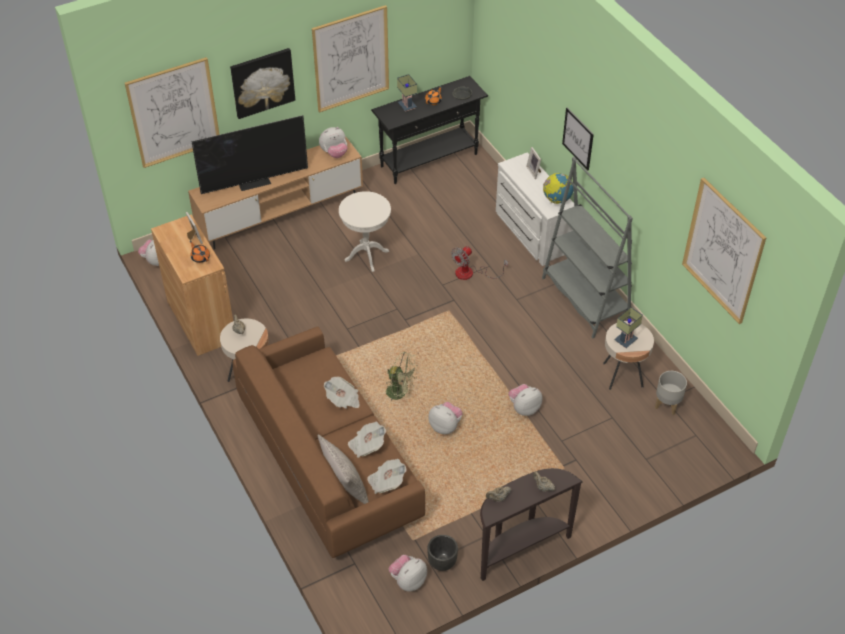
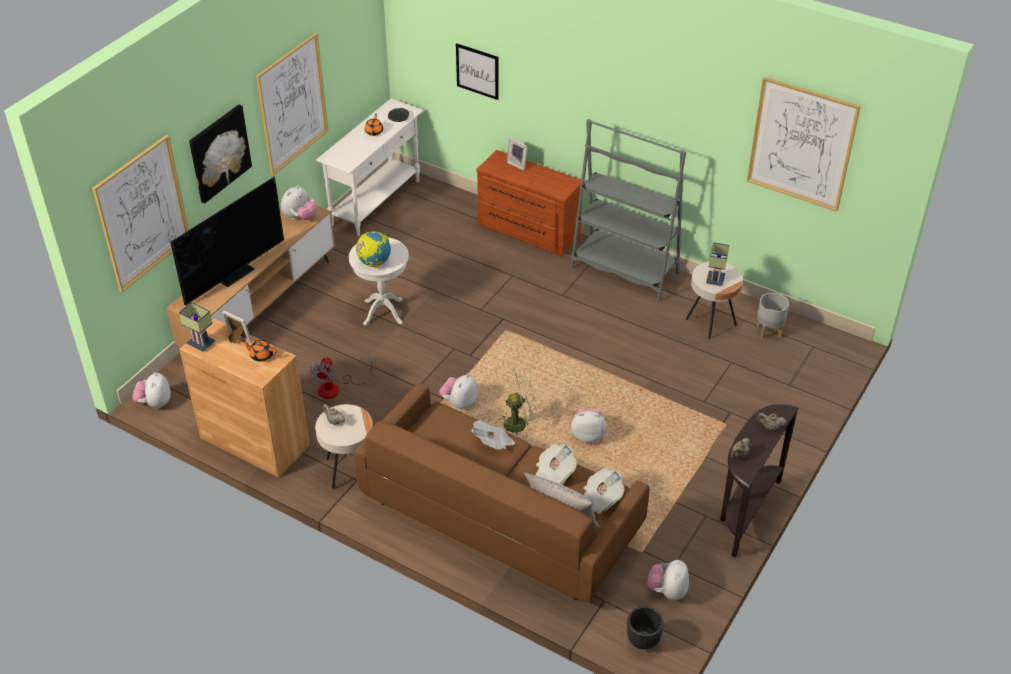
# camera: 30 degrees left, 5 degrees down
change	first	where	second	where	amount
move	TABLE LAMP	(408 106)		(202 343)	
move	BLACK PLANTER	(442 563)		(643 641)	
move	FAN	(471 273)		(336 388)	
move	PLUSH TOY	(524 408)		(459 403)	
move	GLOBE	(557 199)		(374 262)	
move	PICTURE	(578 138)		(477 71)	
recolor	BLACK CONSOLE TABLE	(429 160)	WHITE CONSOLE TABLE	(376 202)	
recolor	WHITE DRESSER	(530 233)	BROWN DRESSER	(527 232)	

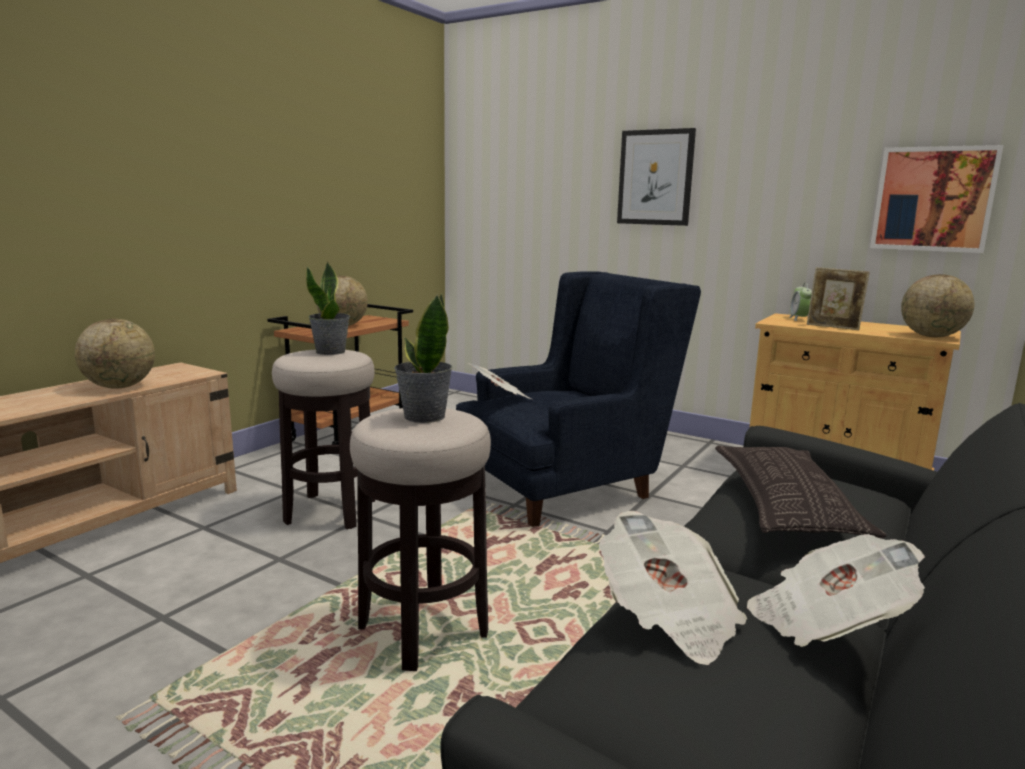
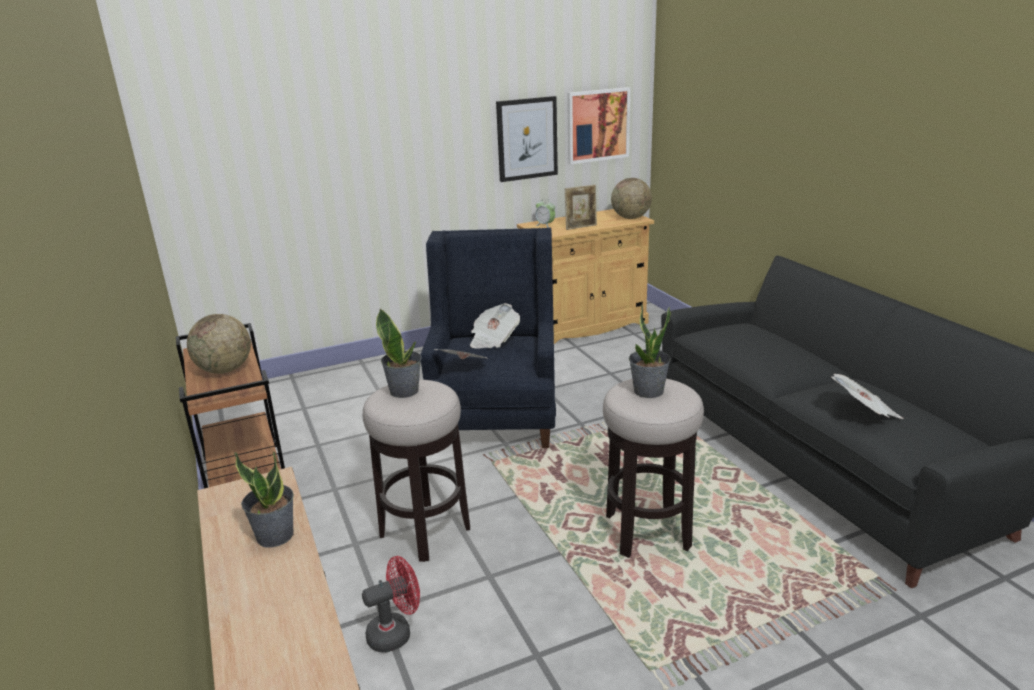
# camera: 55 degrees left, 10 degrees up
change	first	where	second	where	amount
delete	PILLOW	(785 503)			
insert			RED FAN	(396 632)	
move	PICTURE	(655 177)		(527 139)	
move	NEWSPAPER	(826 622)		(493 340)	
replace	GLOBE	(119 387)	POTTED PLANT	(275 535)	

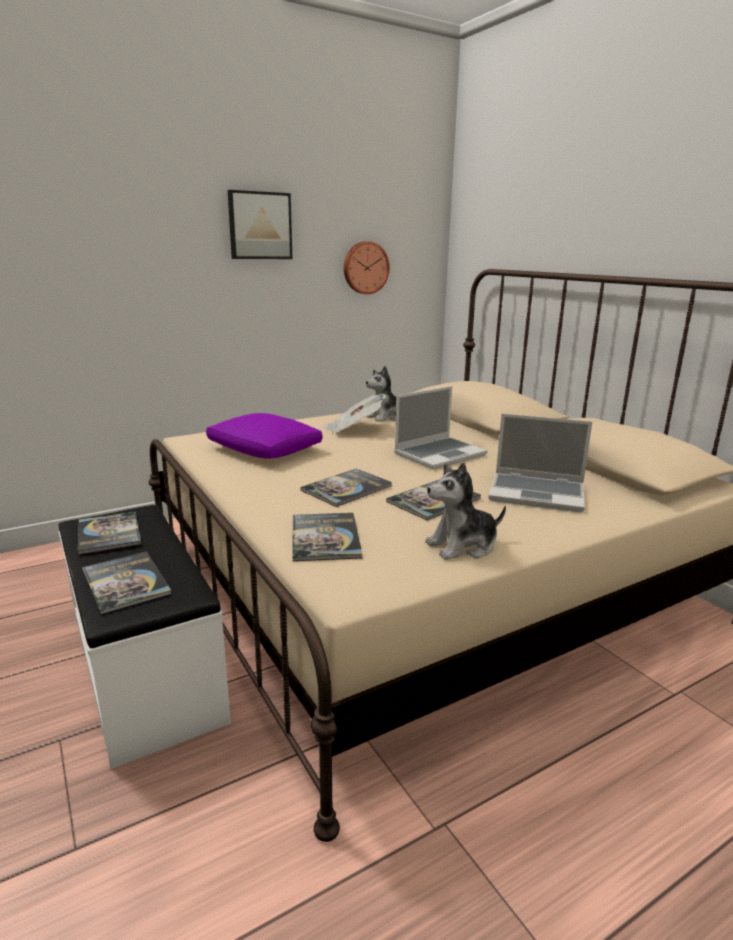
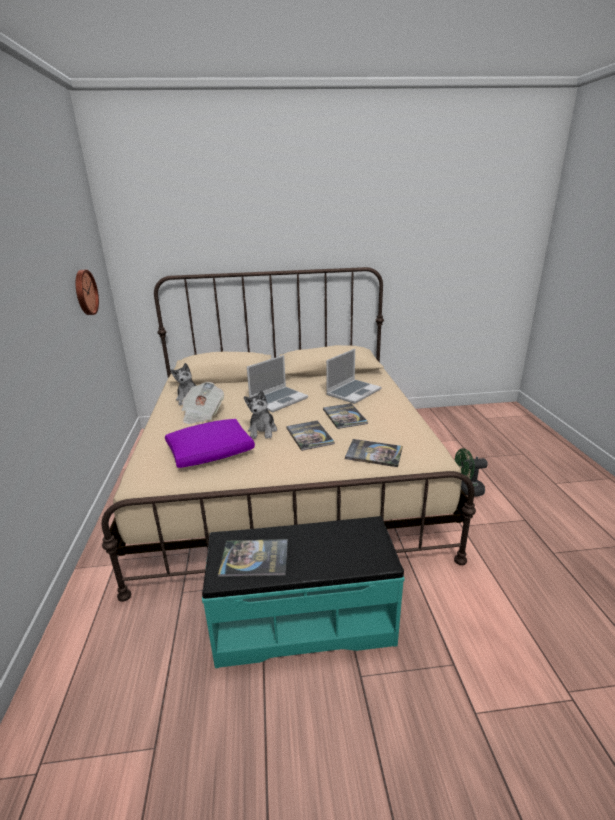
# camera: 65 degrees left, 5 degrees up
change	first	where	second	where	amount
delete	BOOK	(125 583)			
delete	PICTURE	(259 226)			
insert			GREEN FAN	(467 490)	
move	PLUSH TOY	(462 546)		(262 431)	
recolor	WHITE BENCH	(147 668)	TURQUOISE BENCH	(303 621)	
rotate	LAPTOP	(440 454)		(278 400)	60 degrees clockwise

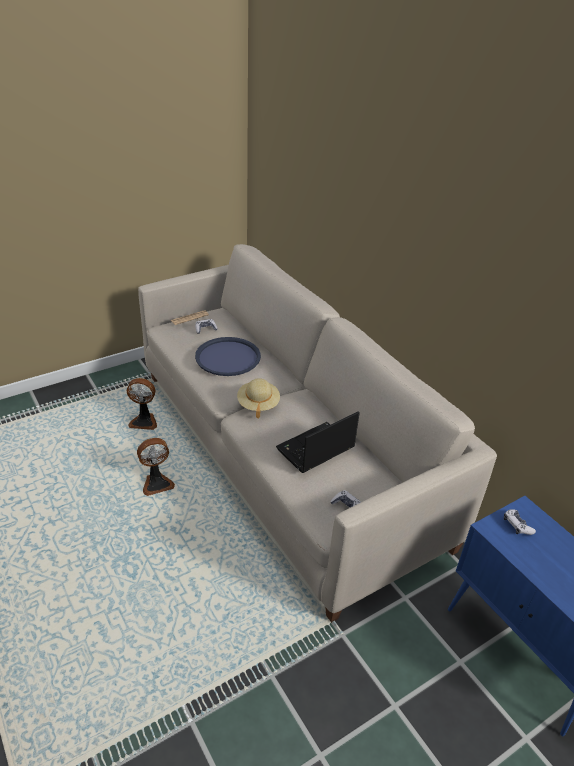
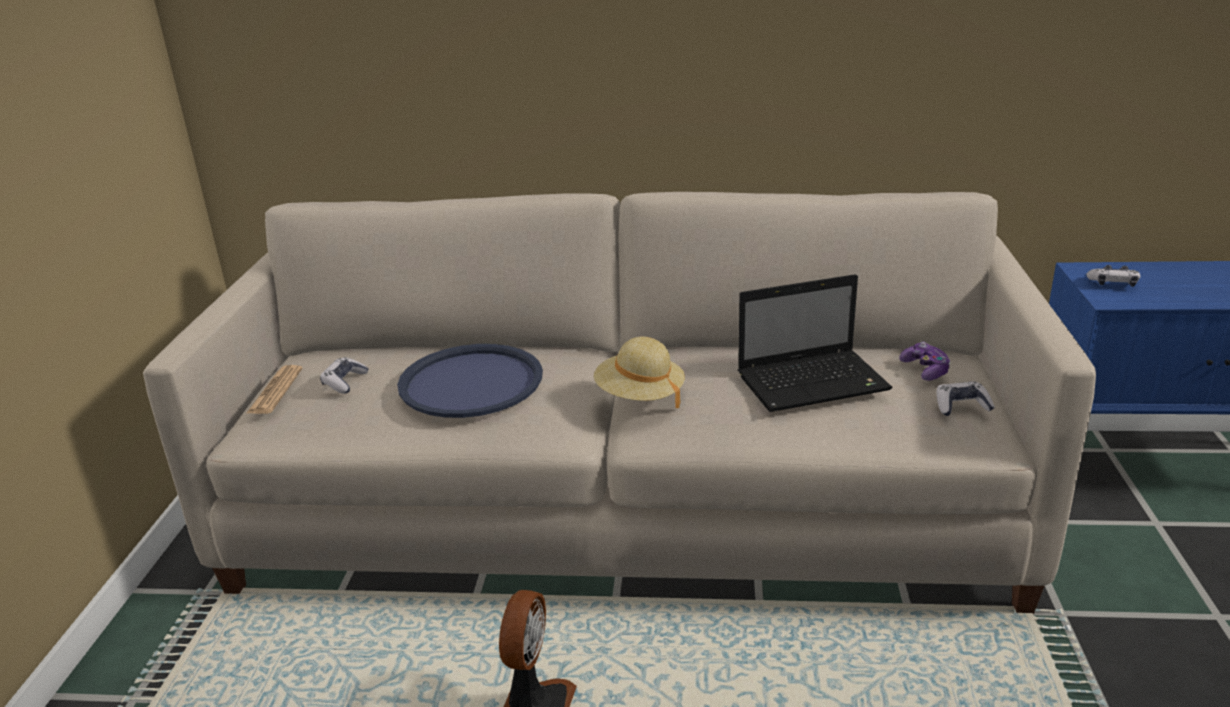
# camera: 50 degrees left, 10 degrees down
change	first	where	second	where	amount
delete	FAN	(144 421)			
insert			GAME CONTROLLER	(925 370)	
rotate	LAPTOP	(314 449)		(815 382)	105 degrees counterclockwise

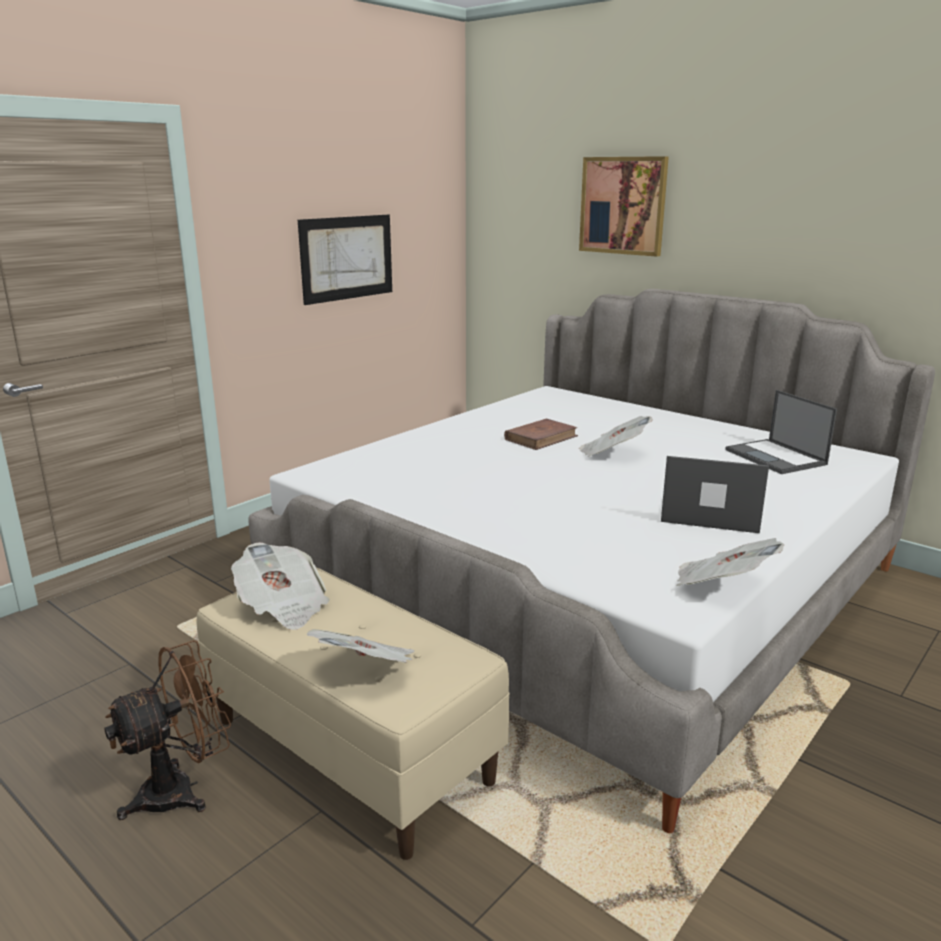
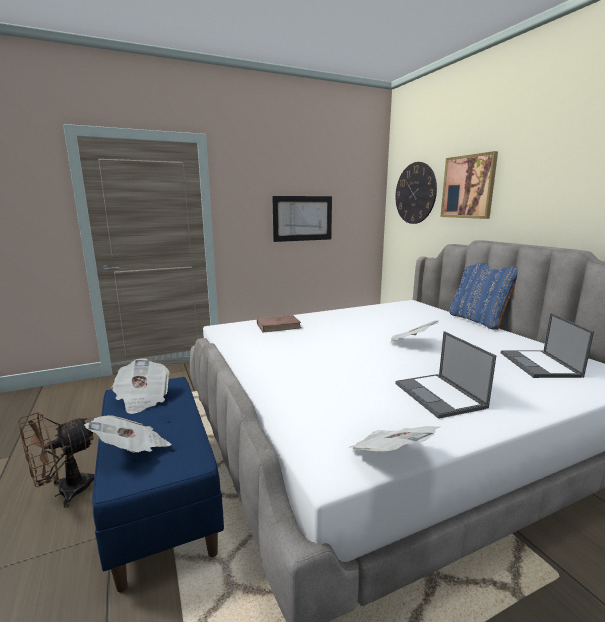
# camera: 25 degrees right, 5 degrees down
change	first	where	second	where	amount
insert			WALL CLOCK	(415 193)	
insert			BLUE PILLOW	(478 321)	
move	BROWN BOOK	(541 438)		(279 326)	
recolor	BEIGE BENCH	(353 750)	BLUE BENCH	(162 499)	
rotate	BROWN FAN	(182 790)		(65 492)	150 degrees clockwise
rotate	LAPTOP	(708 513)		(440 396)	150 degrees counterclockwise

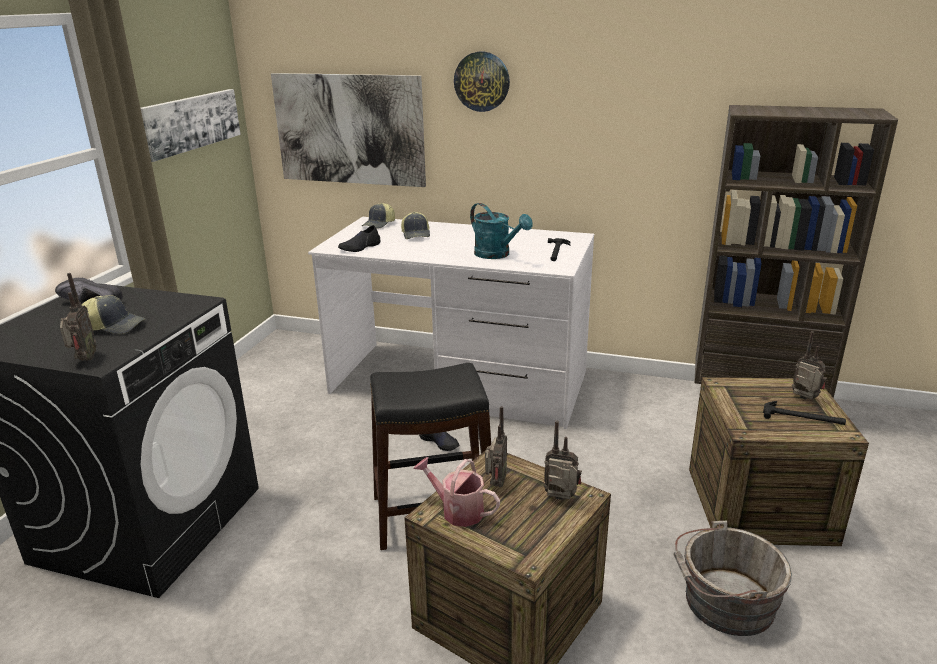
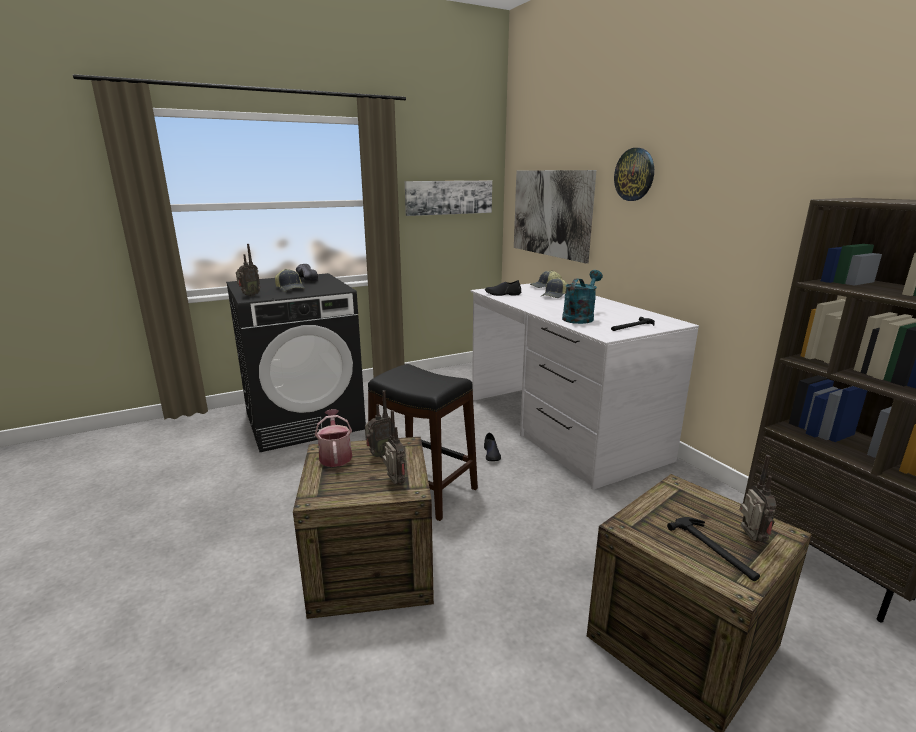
# camera: 45 degrees right, 5 degrees down
change	first	where	second	where	amount
delete	GREY BUCKET	(723 602)			
rotate	TURQUOISE WATERING CAN	(497 255)		(580 317)	150 degrees counterclockwise

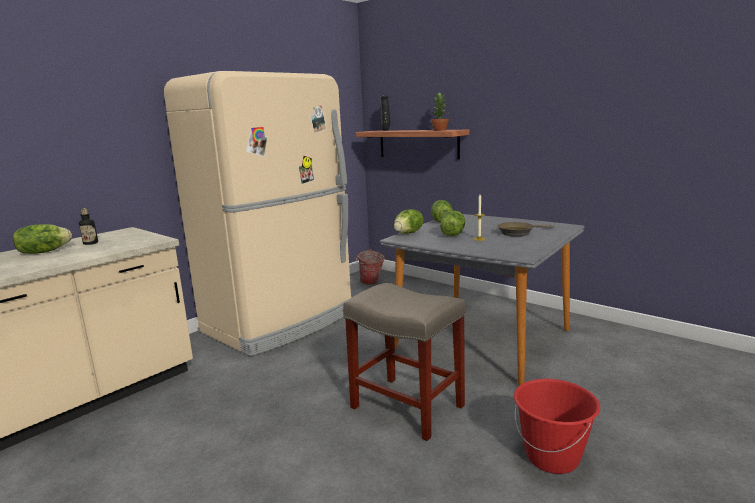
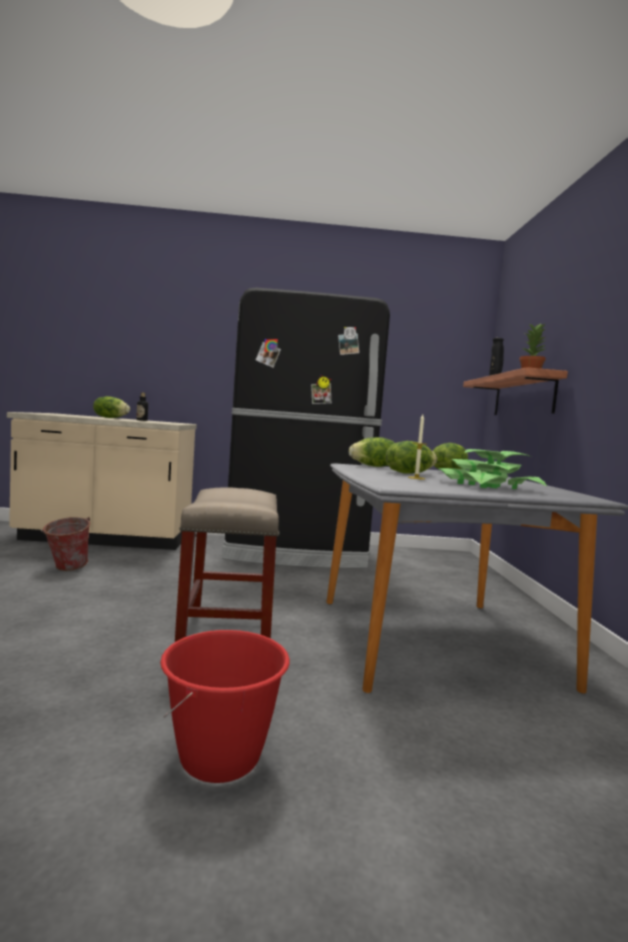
# camera: 45 degrees right, 10 degrees down
change	first	where	second	where	amount
move	BUCKET	(371 283)		(65 568)	
replace	BROWN FRYING PAN	(518 233)	POTTED PLANT	(487 486)	
recolor	BEIGE FRIDGE	(282 321)	BLACK FRIDGE	(296 552)	

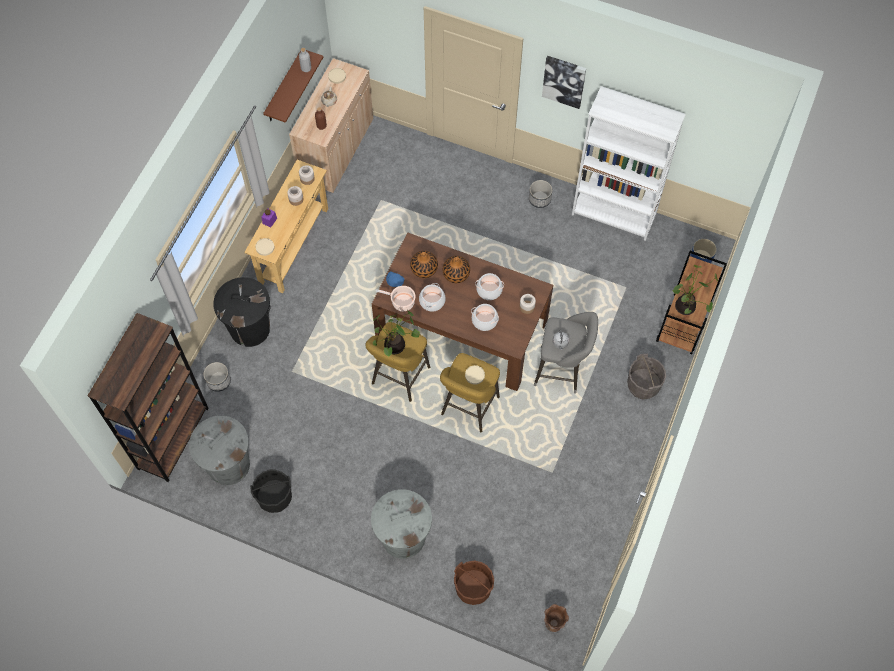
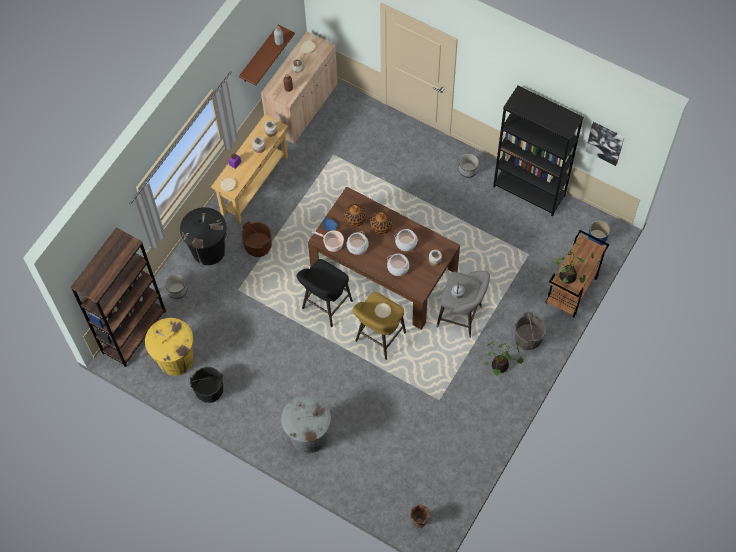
# camera: 10 degrees right, 0 degrees up
change	first	where	second	where	amount
move	POTTED PLANT	(395 347)		(500 367)	
move	BROWN BUCKET	(473 588)		(258 246)	
move	PICTURE	(564 81)		(605 142)	
recolor	GREY TRASH CAN	(228 465)	YELLOW TRASH CAN	(175 359)	
recolor	YELLOW STOOL	(399 378)	BLACK STOOL	(325 306)	
recolor	WHITE BOOKCASE	(614 215)	BLACK BOOKCASE	(529 191)	

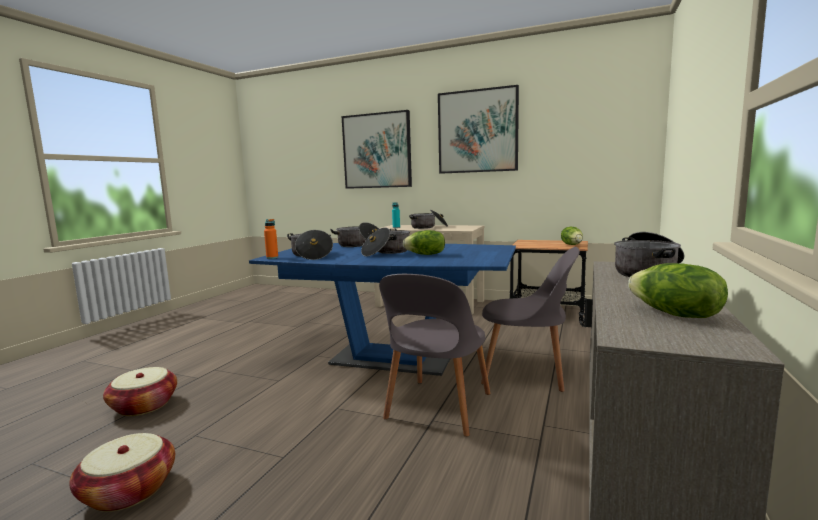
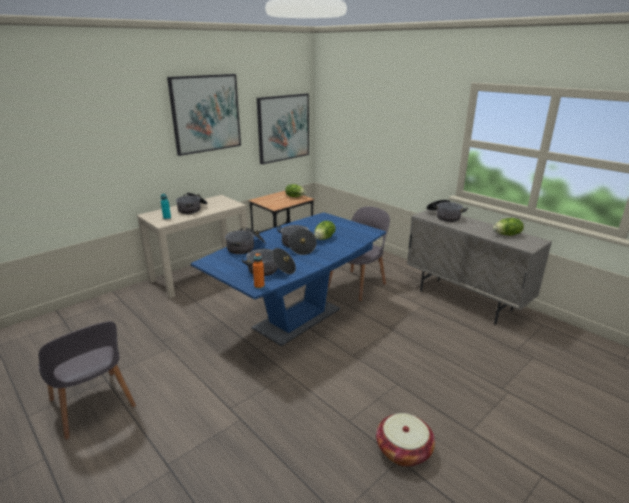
# camera: 65 degrees left, 15 degrees up
change	first	where	second	where	amount
delete	BASKET	(144 406)			
move	PICTURE	(377 151)		(283 128)	
move	GREY CHAIR	(437 408)		(93 406)	

